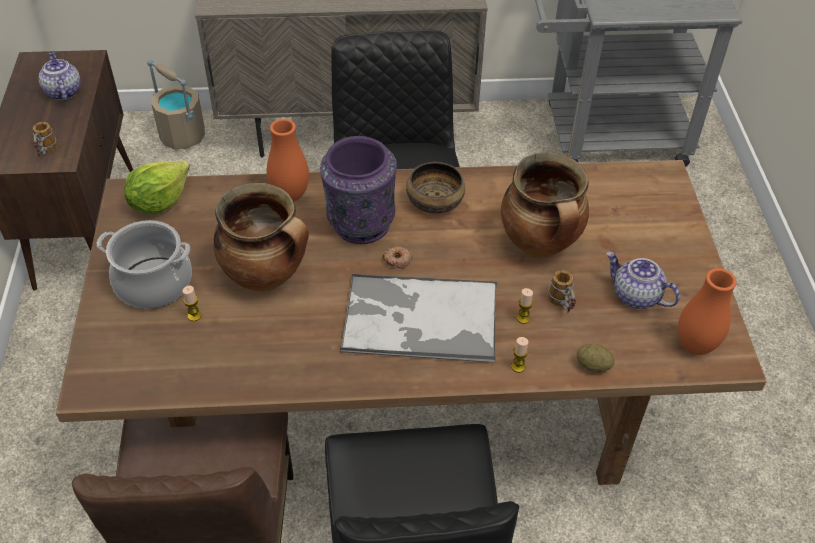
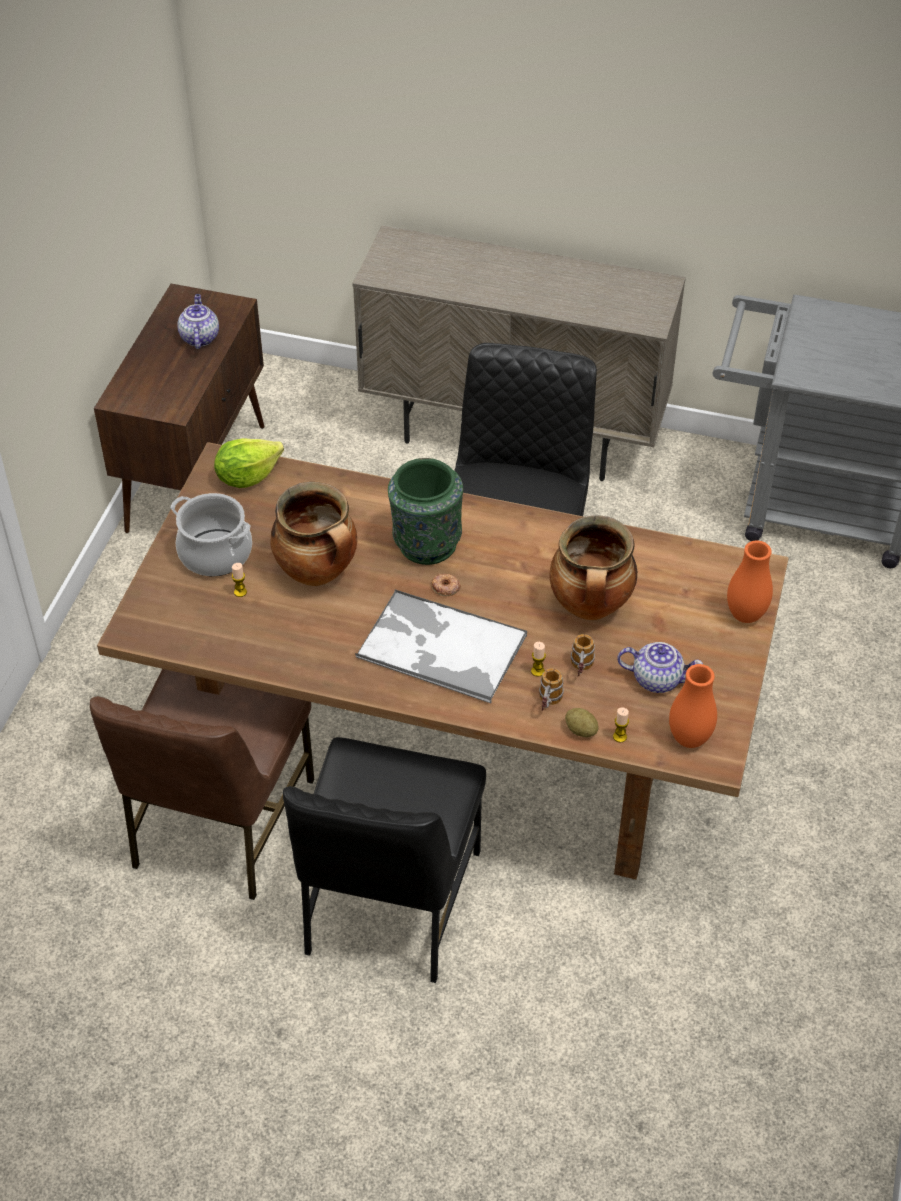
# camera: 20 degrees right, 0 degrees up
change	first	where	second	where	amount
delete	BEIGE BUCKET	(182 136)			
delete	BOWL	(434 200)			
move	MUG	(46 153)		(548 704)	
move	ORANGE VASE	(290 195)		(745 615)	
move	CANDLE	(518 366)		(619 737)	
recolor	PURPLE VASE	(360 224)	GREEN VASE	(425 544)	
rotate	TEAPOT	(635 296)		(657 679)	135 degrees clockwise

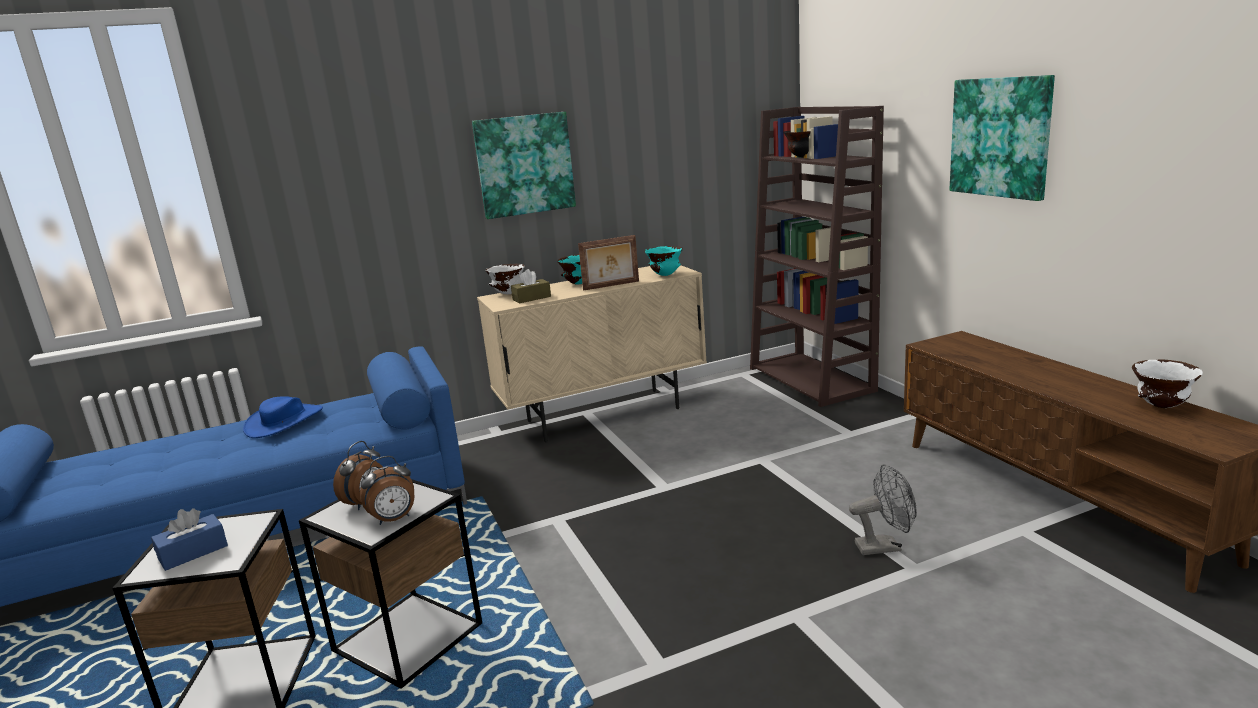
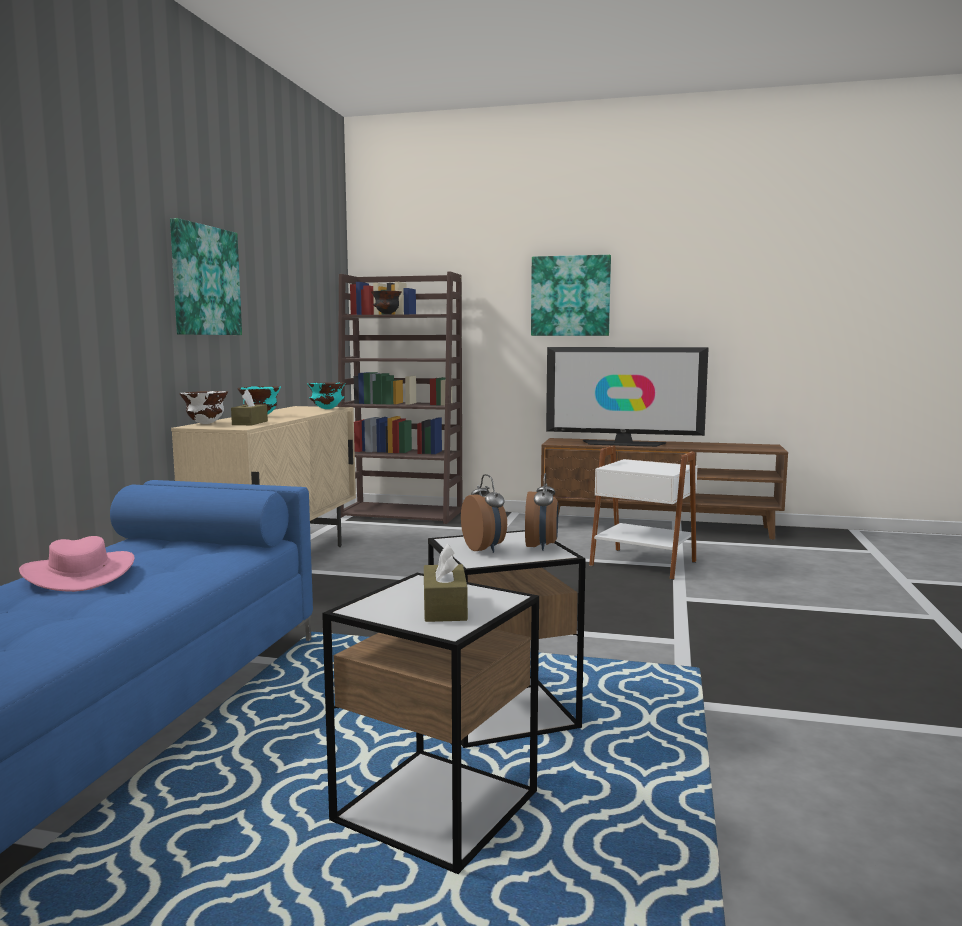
# camera: 55 degrees left, 10 degrees down
change	first	where	second	where	amount
delete	PICTURE FRAME	(611 286)			
delete	WHITE BOWL	(1161 406)			
insert			TELEVISION	(623 444)	
replace	GREY FAN	(884 546)	WHITE SIDE TABLE	(643 563)	
recolor	BLUE TISSUE BOX	(193 552)	BROWN TISSUE BOX	(444 608)	
recolor	BLUE HAT	(285 421)	PINK HAT	(79 574)	

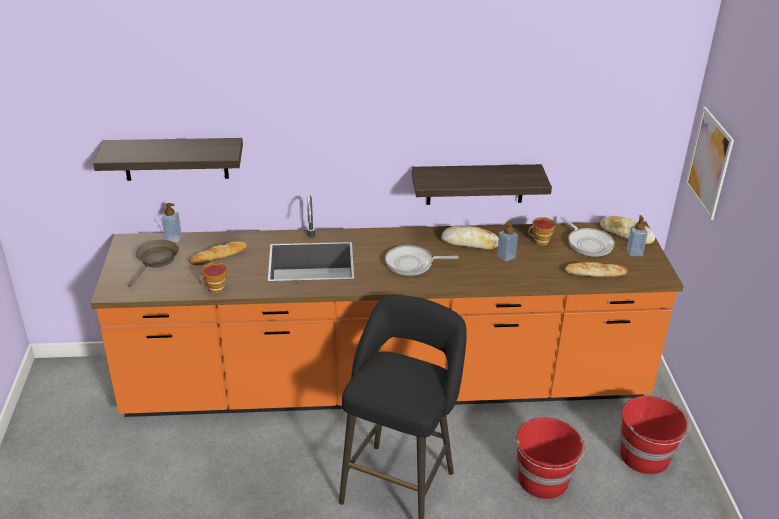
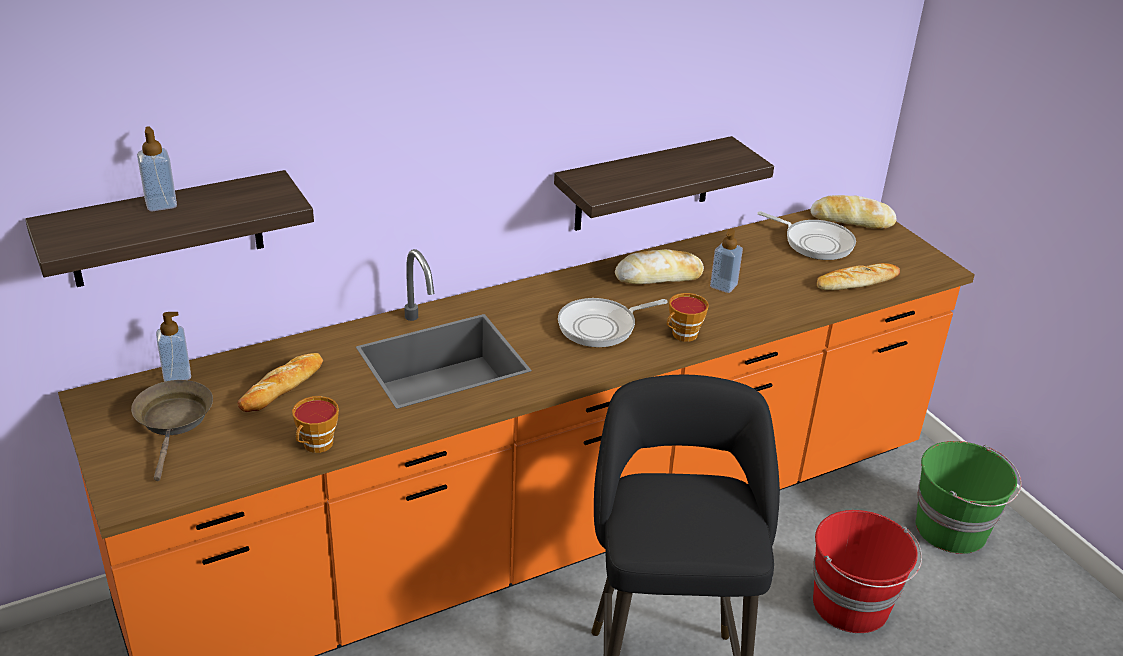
# camera: 25 degrees left, 0 degrees up
change	first	where	second	where	amount
delete	PICTURE	(709 163)			
move	CUP	(539 242)		(682 335)	
move	SOAP DISPENSER	(634 252)		(161 204)	
recolor	RED BUCKET	(645 456)	GREEN BUCKET	(952 529)	

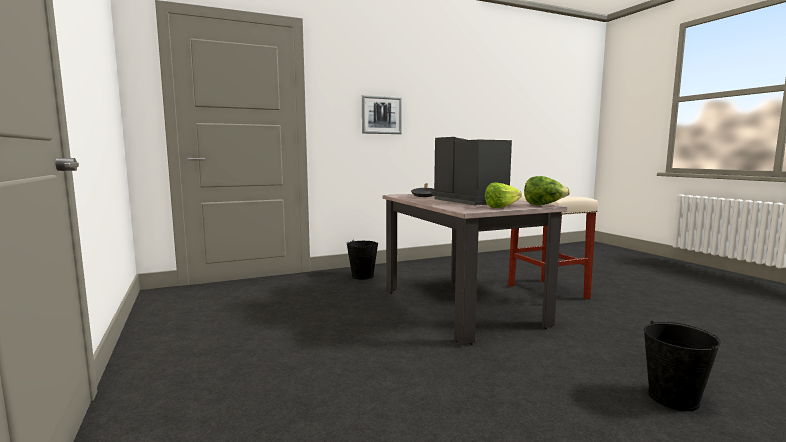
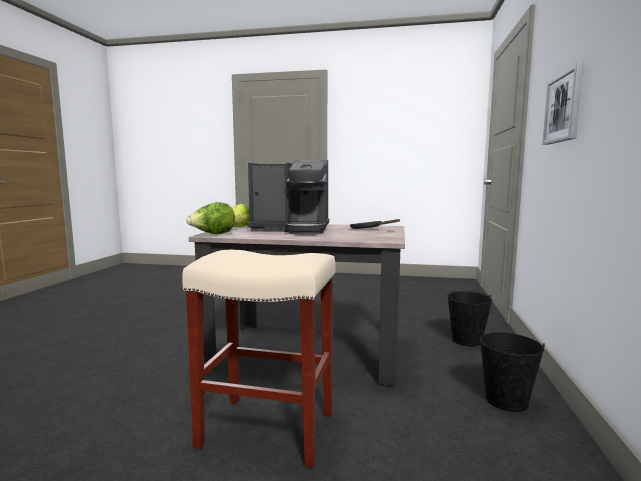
# camera: 125 degrees right, 0 degrees up
change	first	where	second	where	amount
move	BLACK BUCKET	(673 398)		(506 400)	

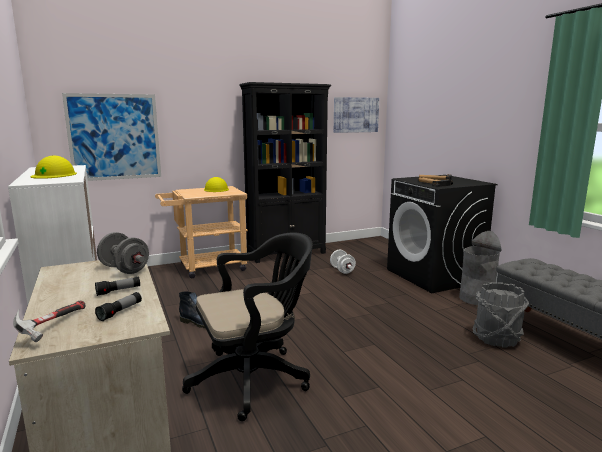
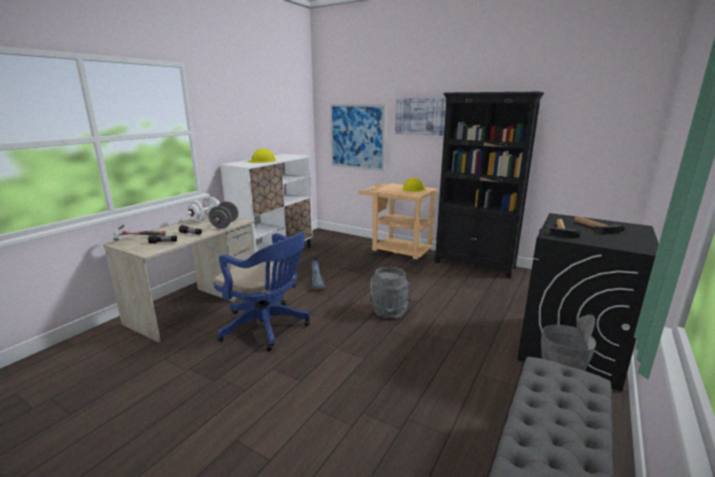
# camera: 55 degrees right, 5 degrees up
change	first	where	second	where	amount
move	WHITE DUMBBELL	(342 270)		(206 219)	
move	PICTURE	(355 115)		(420 116)	
move	GREY BUCKET	(496 338)		(389 311)	
recolor	BLACK OFFICE CHAIR	(254 378)	BLUE OFFICE CHAIR	(267 327)	

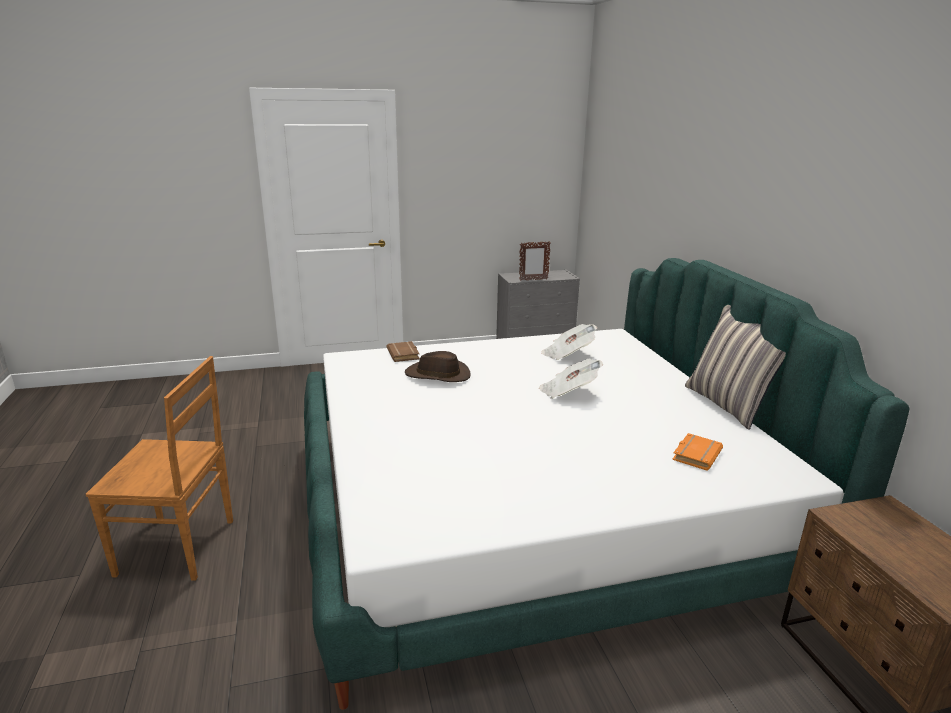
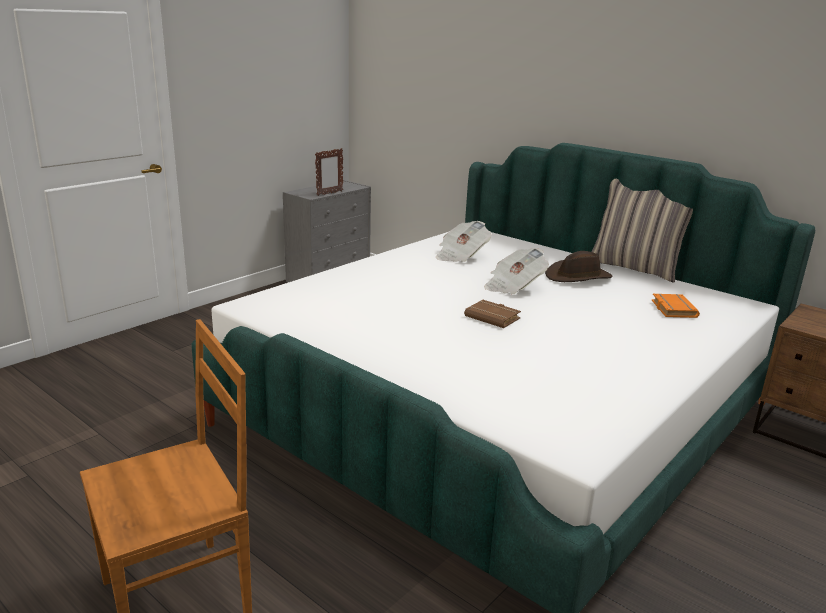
# camera: 35 degrees left, 0 degrees up
change	first	where	second	where	amount
move	BROWN BOOK	(404 355)		(494 317)	
move	BROWN HAT	(438 375)		(578 277)	

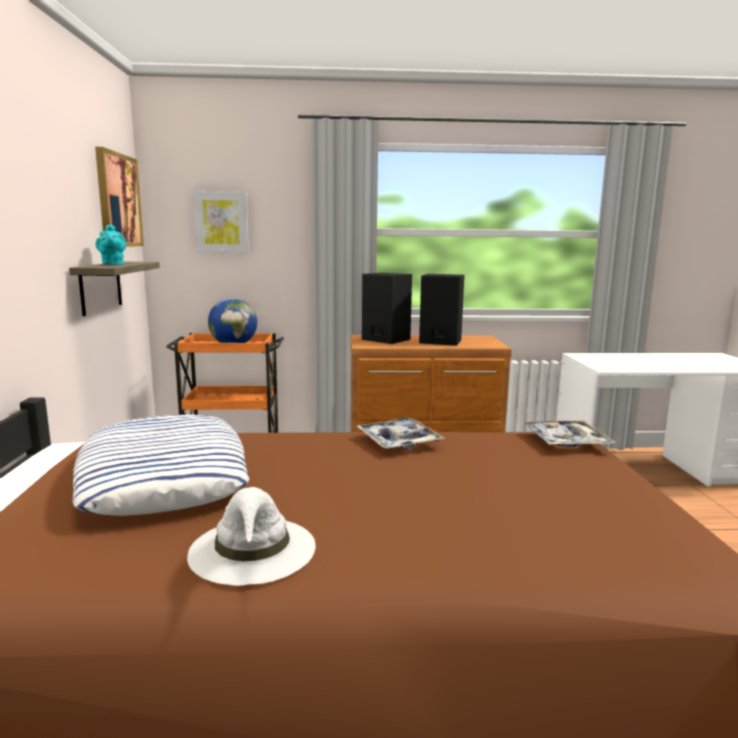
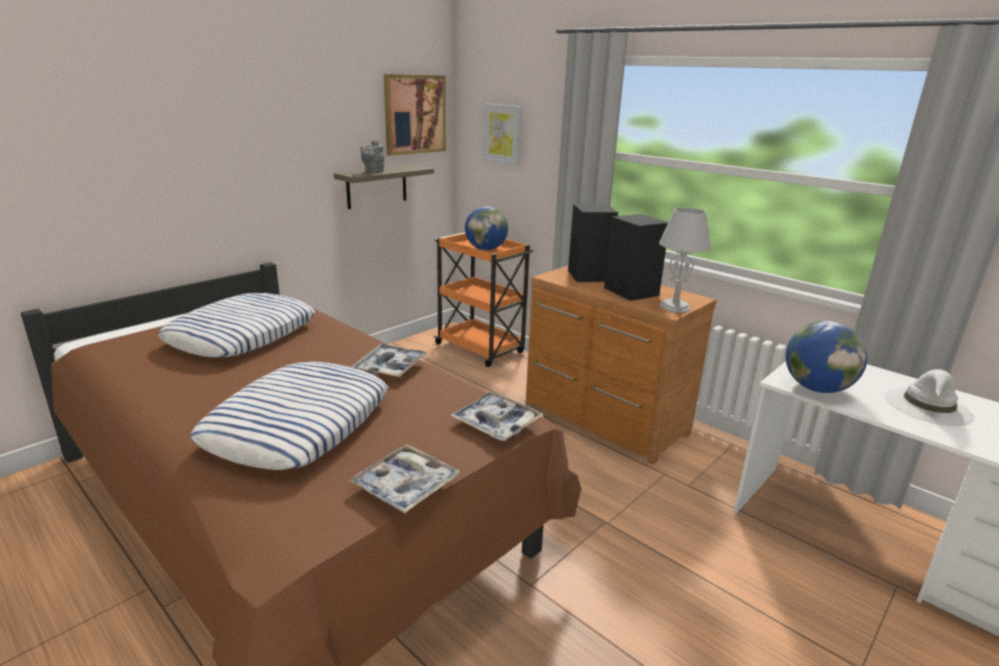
# camera: 45 degrees right, 10 degrees up
change	first	where	second	where	amount
insert			PILLOW	(298 424)	
insert			TRAY	(405 486)	
insert			GREY TABLE LAMP	(675 307)	
insert			GLOBE	(816 388)	
move	WHITE HAT	(253 550)		(928 407)	
recolor	TURQUOISE TEAPOT	(112 265)	GREY TEAPOT	(373 172)	

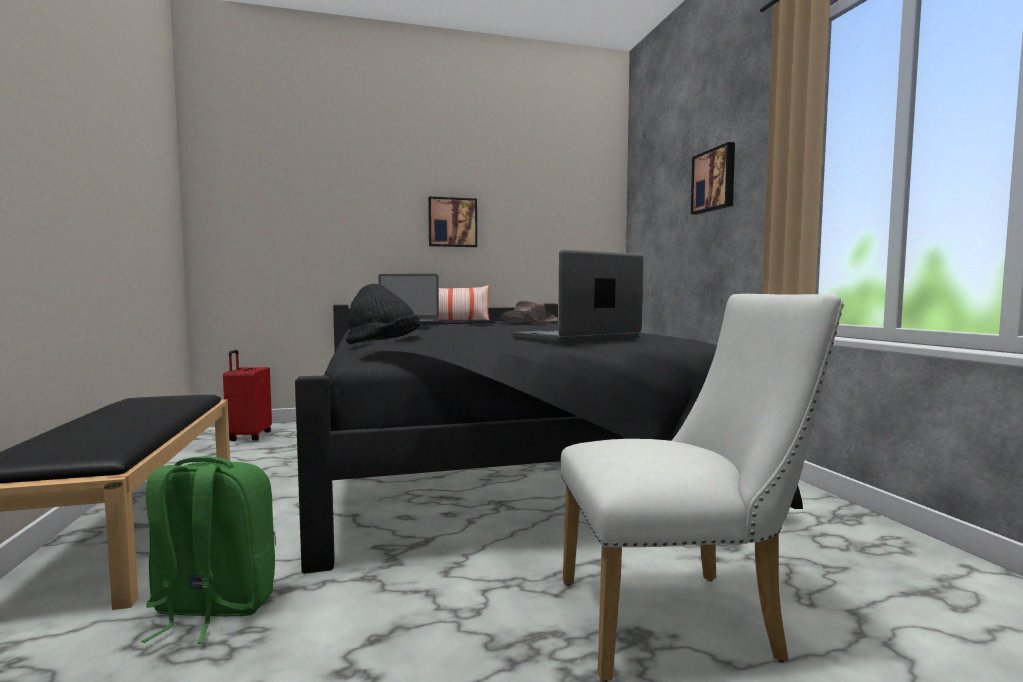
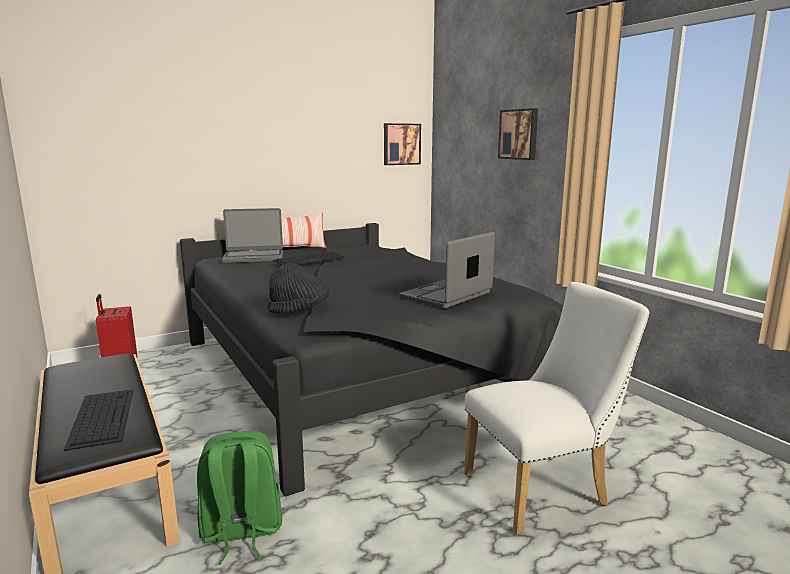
# camera: 15 degrees left, 10 degrees up
change	first	where	second	where	amount
delete	BROWN HAT	(528 322)			
insert			KEYBOARD	(101 417)	
move	PICTURE	(452 222)		(401 144)	

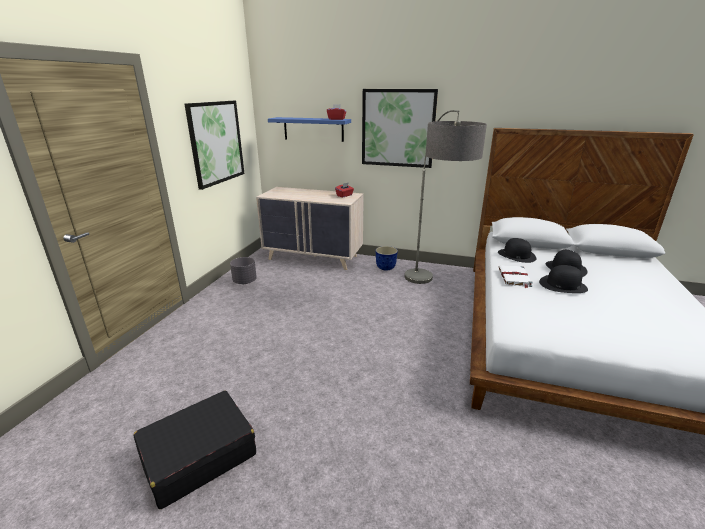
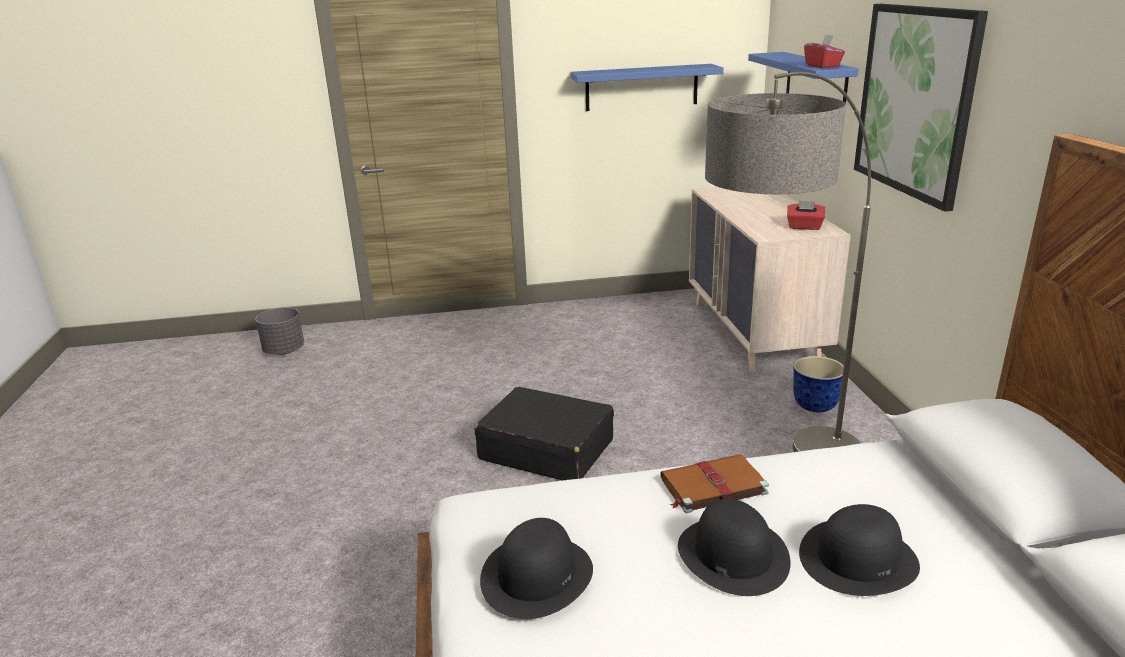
# camera: 65 degrees right, 0 degrees up
change	first	where	second	where	amount
move	BLACK SUITCASE	(198 455)		(546 449)	
move	GREY PLANTER	(244 281)		(284 350)	
move	BLACK HAT	(516 255)		(537 574)	
replace	PICTURE	(216 143)	BLUE SHELF	(641 87)	
recolor	WHITE BOOK	(514 277)	BROWN BOOK	(711 486)	

